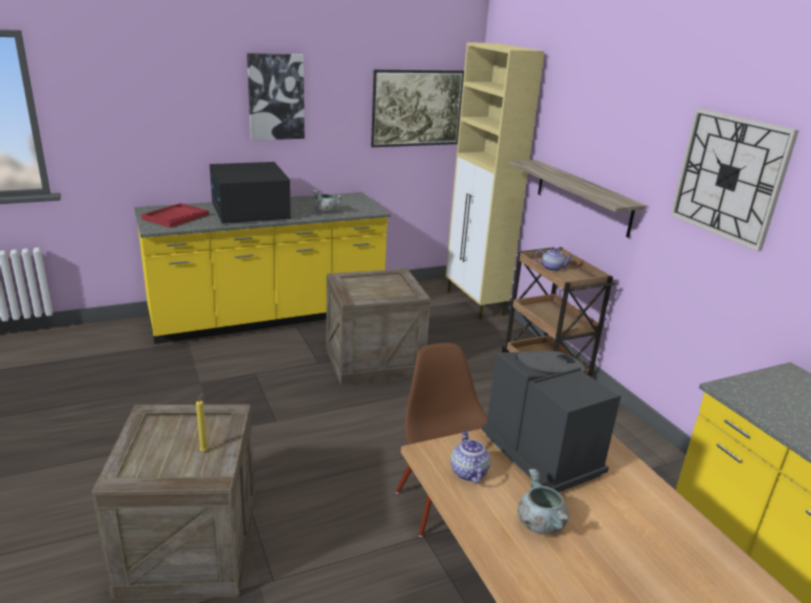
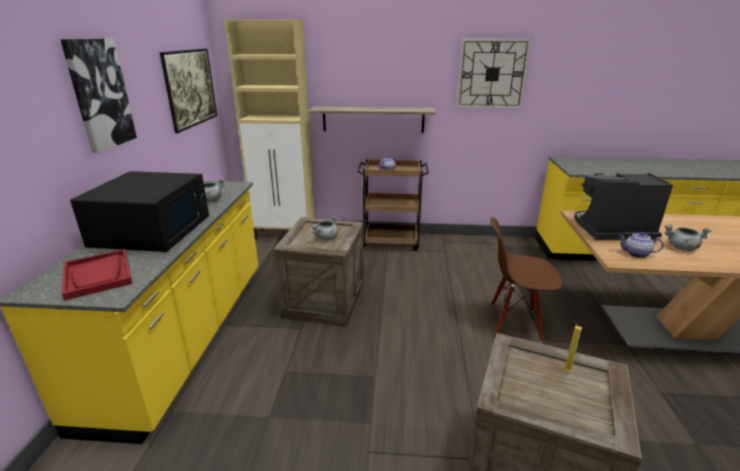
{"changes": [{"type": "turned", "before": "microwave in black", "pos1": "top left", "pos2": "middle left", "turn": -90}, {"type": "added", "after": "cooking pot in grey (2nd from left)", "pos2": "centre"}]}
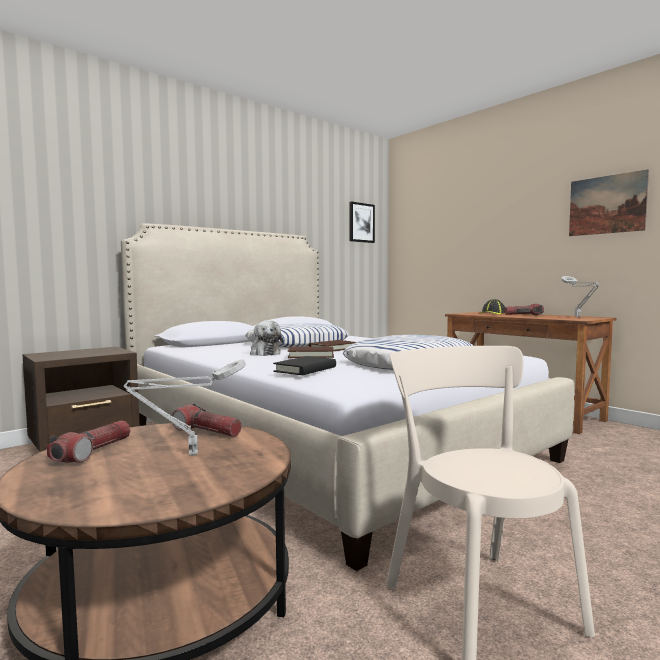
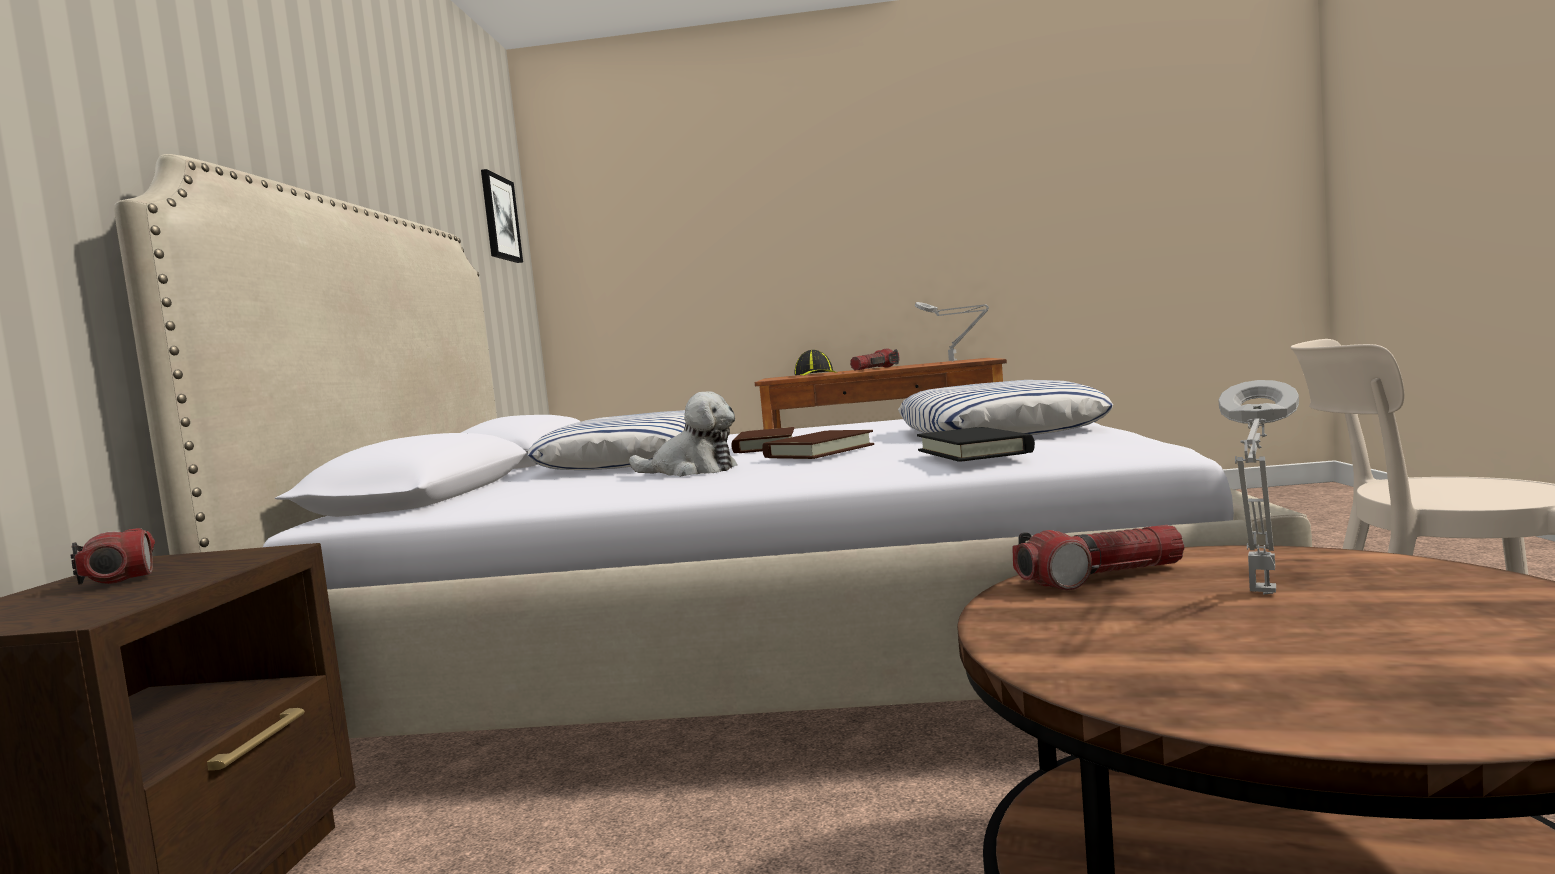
{"changes": [{"type": "moved", "before": "flashlight (1st from left)", "pos1": "bottom left", "pos2": "middle left"}, {"type": "removed", "before": "picture (2nd from left)", "pos1": "top right"}]}
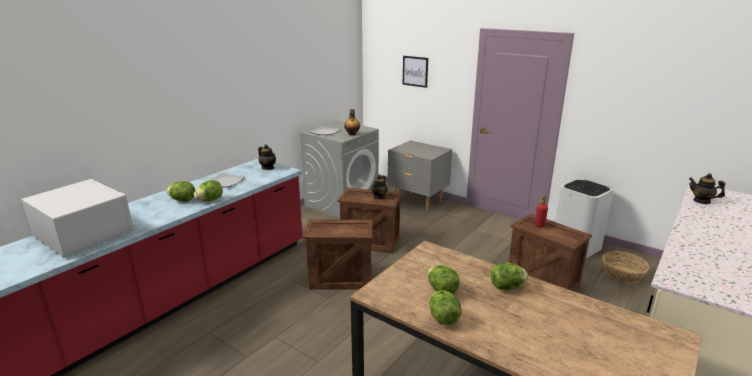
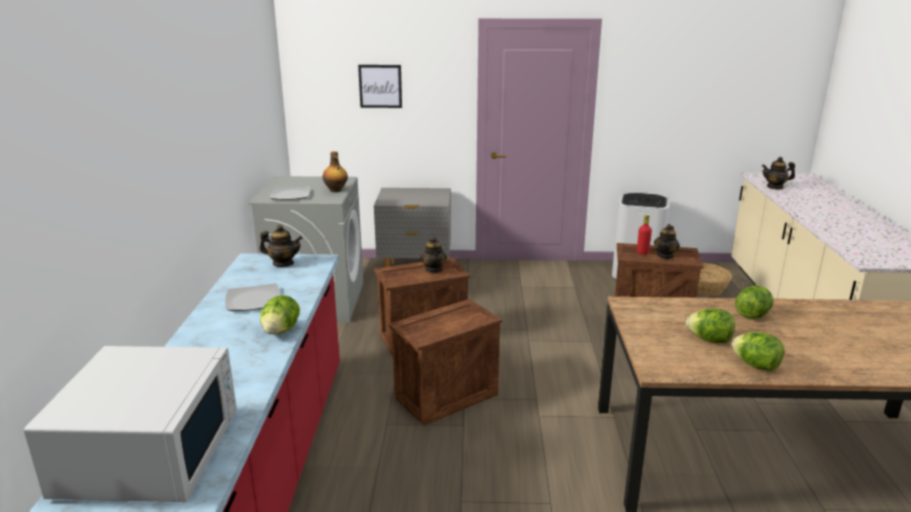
{"changes": [{"type": "turned", "before": "microwave in white", "pos1": "middle left", "pos2": "bottom left", "turn": 90}, {"type": "added", "after": "teapot (3rd from left)", "pos2": "middle right"}, {"type": "removed", "before": "lettuce (1st from left)", "pos1": "middle left"}]}
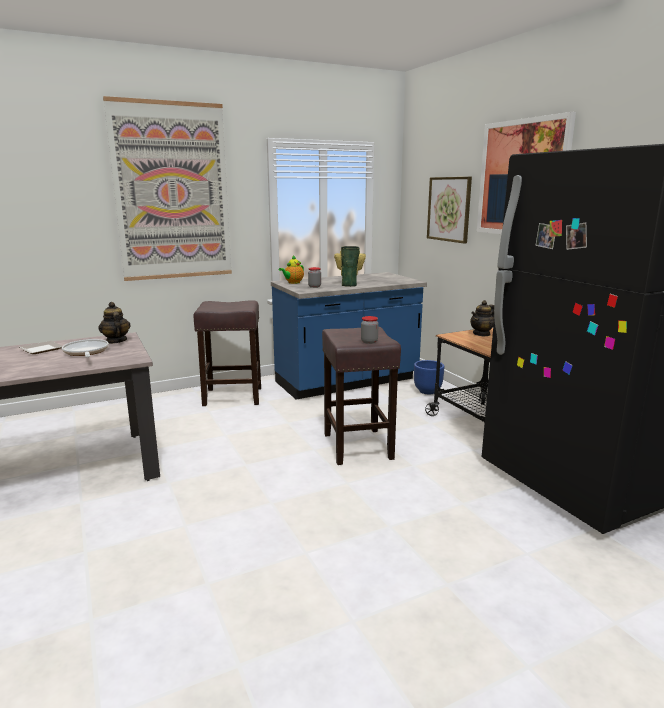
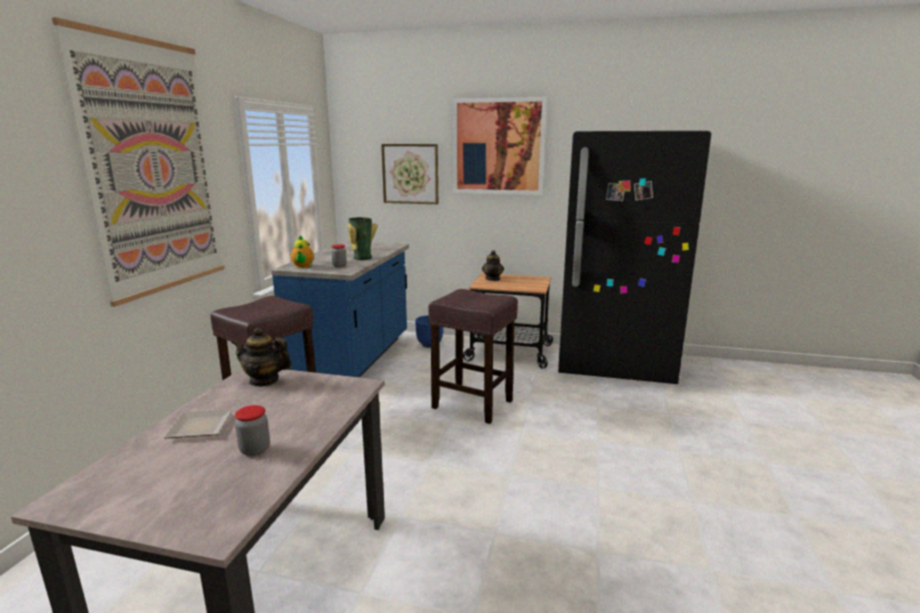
{"changes": [{"type": "moved", "before": "jar (2nd from left in the first image)", "after": "jar (1st from left)", "pos1": "centre", "pos2": "bottom left"}, {"type": "removed", "before": "frying pan", "pos1": "middle left"}]}
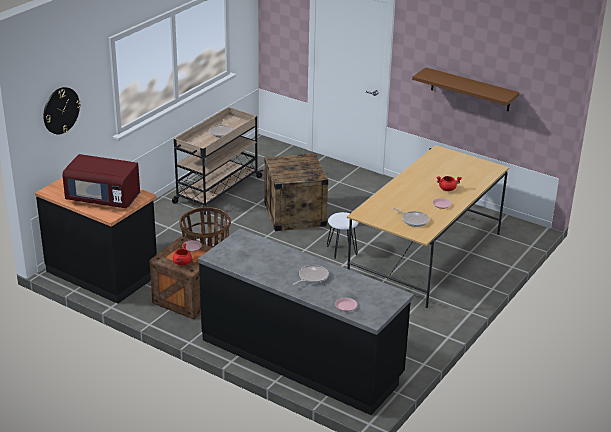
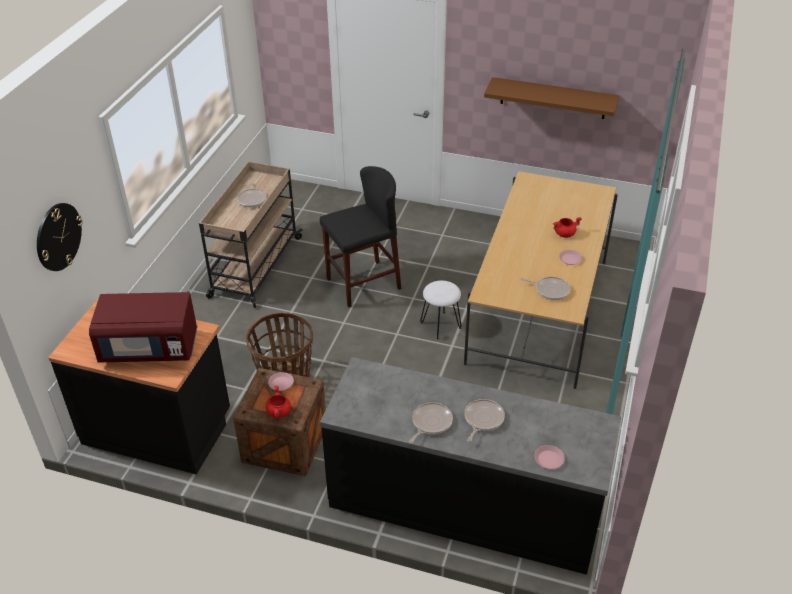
{"changes": [{"type": "replaced", "before": "crate (2nd from left)", "after": "stool in black", "pos1": "centre", "pos2": "centre"}, {"type": "added", "after": "frying pan (2nd from left)", "pos2": "bottom centre"}]}
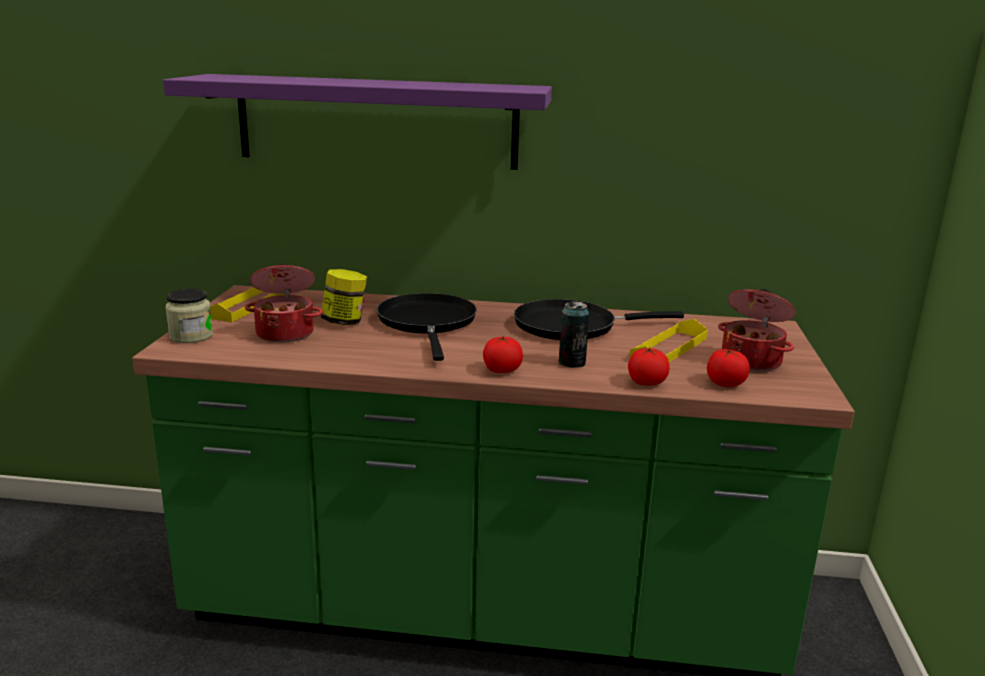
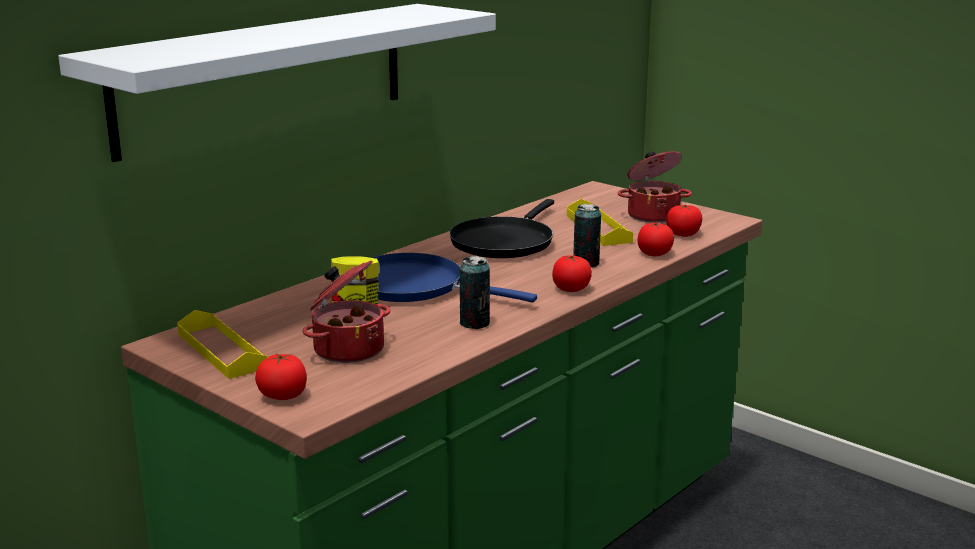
{"changes": [{"type": "recoloured", "before": "shelf in purple", "after": "shelf in white", "pos1": "top centre", "pos2": "top left"}, {"type": "replaced", "before": "jar (1st from left)", "after": "tomato (1st from left)", "pos1": "middle left", "pos2": "bottom left"}, {"type": "recoloured", "before": "frying pan in black (1st from left)", "after": "frying pan in blue", "pos1": "centre", "pos2": "centre"}, {"type": "added", "after": "can (1st from left)", "pos2": "centre"}]}
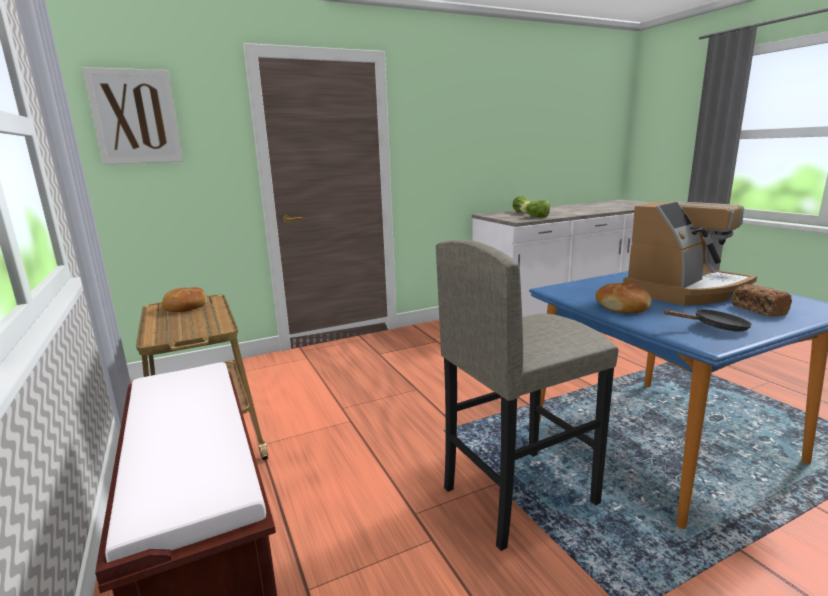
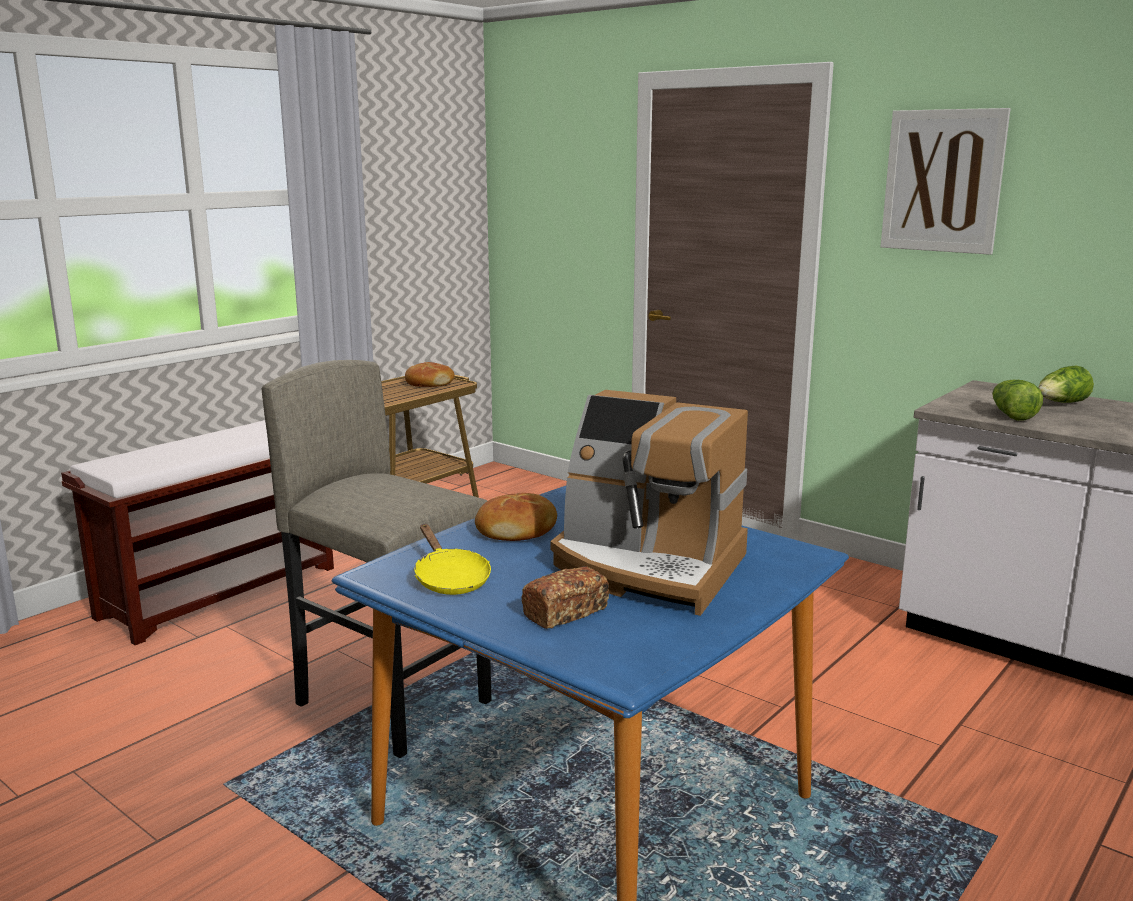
{"changes": [{"type": "recoloured", "before": "frying pan in black", "after": "frying pan in yellow", "pos1": "middle right", "pos2": "centre"}, {"type": "moved", "before": "picture", "pos1": "top left", "pos2": "top right"}]}
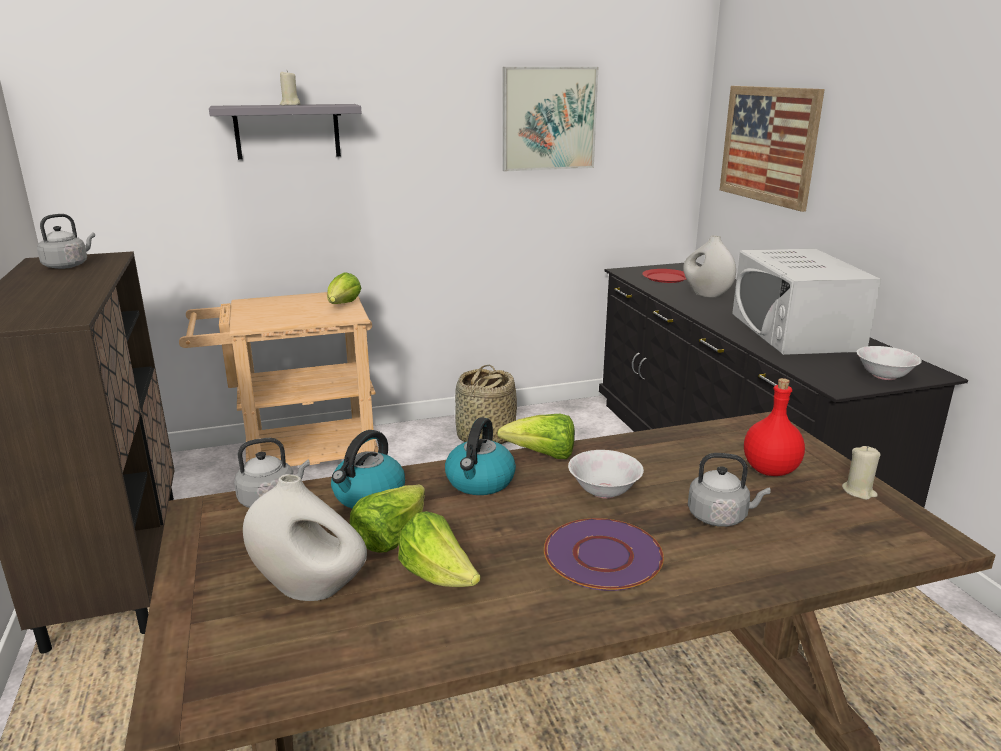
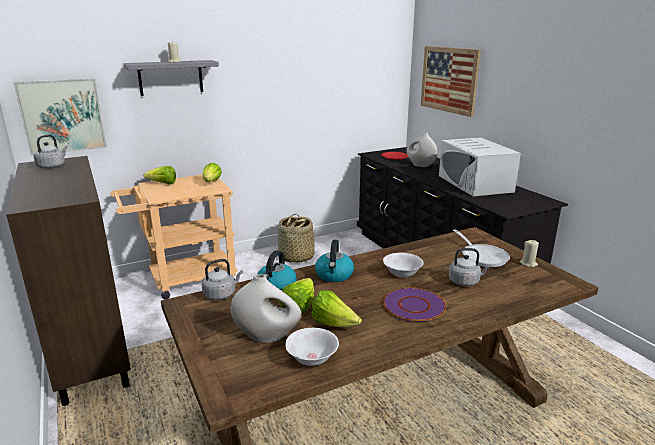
{"changes": [{"type": "moved", "before": "picture (1st from left)", "pos1": "top centre", "pos2": "top left"}, {"type": "moved", "before": "lettuce (4th from left in the first image)", "after": "lettuce (1st from left)", "pos1": "centre", "pos2": "middle left"}, {"type": "moved", "before": "bowl in white (2nd from left in the first image)", "after": "bowl in white (1st from left)", "pos1": "middle right", "pos2": "bottom centre"}, {"type": "replaced", "before": "bottle in red", "after": "frying pan", "pos1": "middle right", "pos2": "middle right"}]}
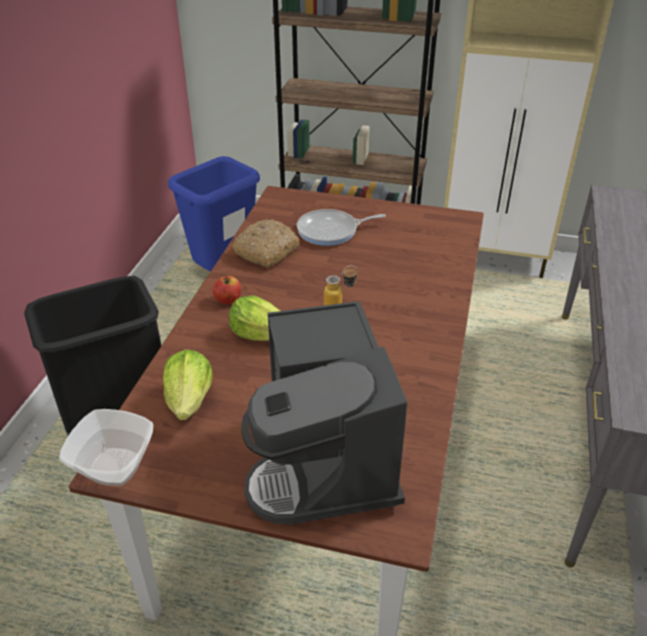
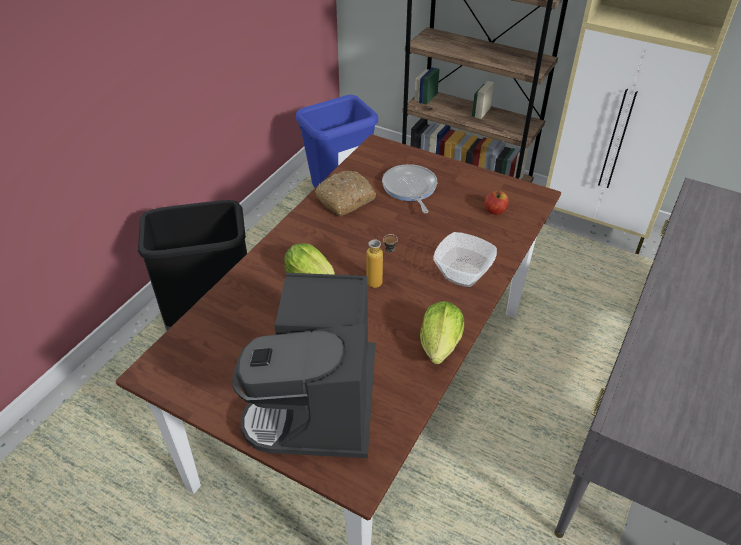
{"changes": [{"type": "turned", "before": "frying pan", "pos1": "centre", "pos2": "centre", "turn": 75}, {"type": "moved", "before": "lettuce (1st from left in the first image)", "after": "lettuce (2nd from left)", "pos1": "middle left", "pos2": "centre"}, {"type": "moved", "before": "bowl", "pos1": "bottom left", "pos2": "centre"}, {"type": "moved", "before": "apple", "pos1": "centre", "pos2": "middle right"}]}
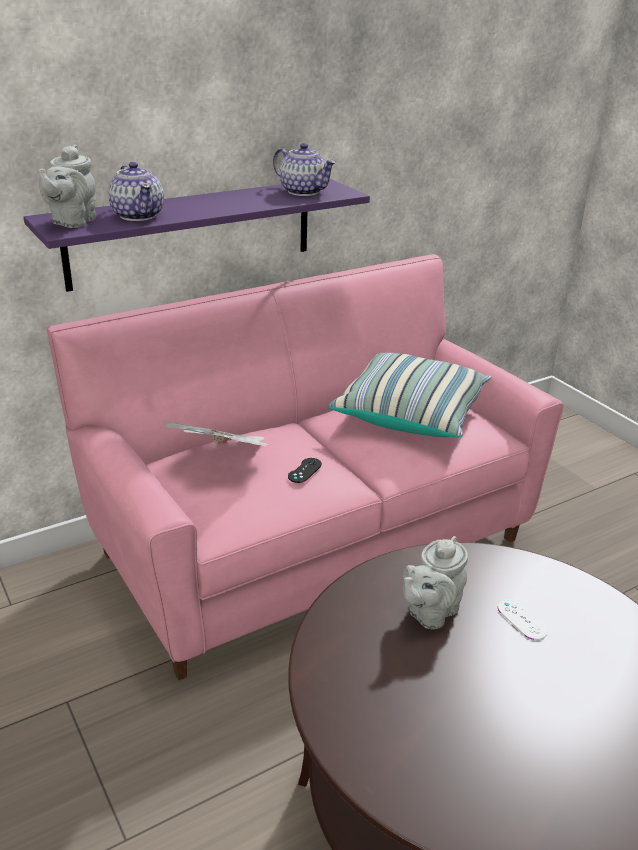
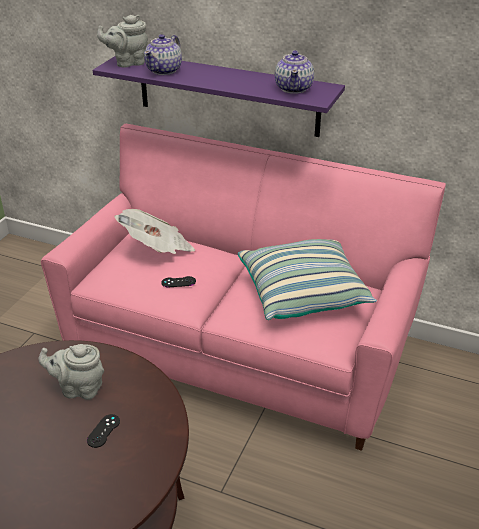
{"changes": [{"type": "recoloured", "before": "game controller in white", "after": "game controller in black (1st from left)", "pos1": "bottom right", "pos2": "bottom left"}]}
